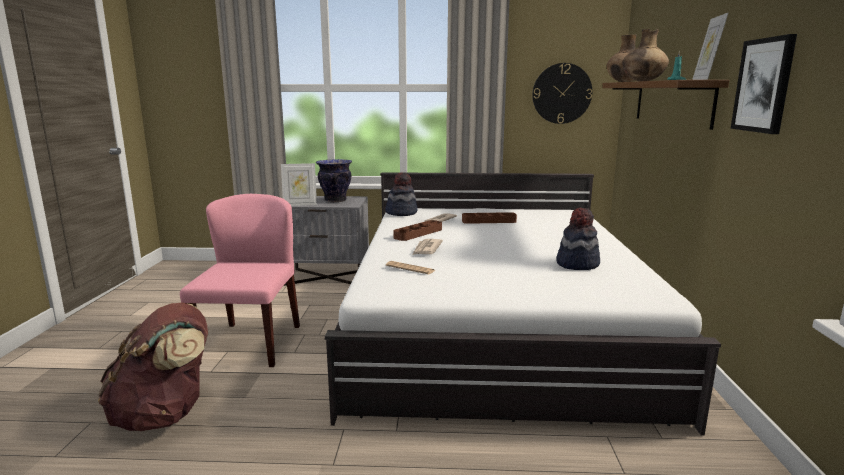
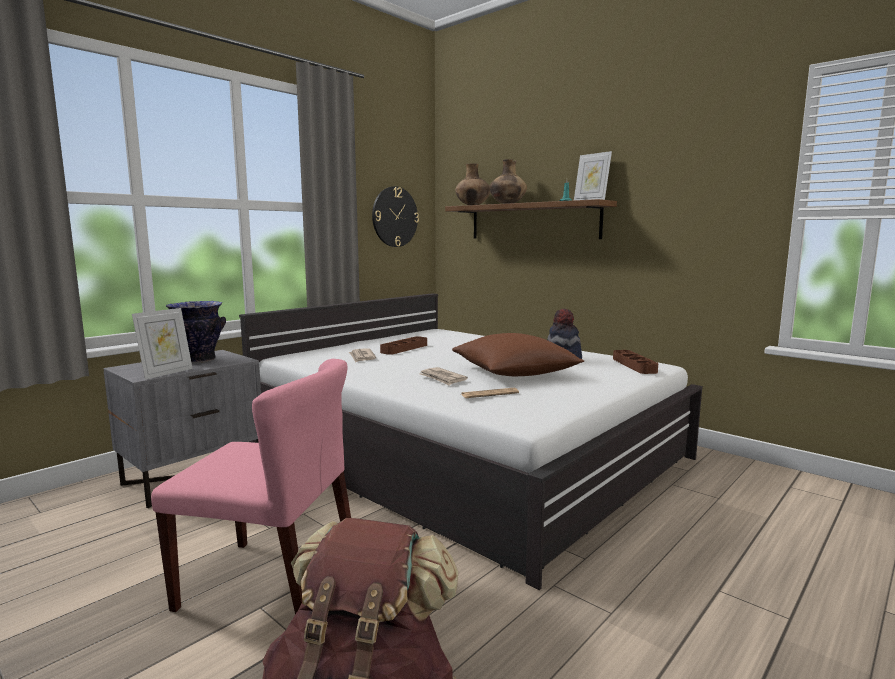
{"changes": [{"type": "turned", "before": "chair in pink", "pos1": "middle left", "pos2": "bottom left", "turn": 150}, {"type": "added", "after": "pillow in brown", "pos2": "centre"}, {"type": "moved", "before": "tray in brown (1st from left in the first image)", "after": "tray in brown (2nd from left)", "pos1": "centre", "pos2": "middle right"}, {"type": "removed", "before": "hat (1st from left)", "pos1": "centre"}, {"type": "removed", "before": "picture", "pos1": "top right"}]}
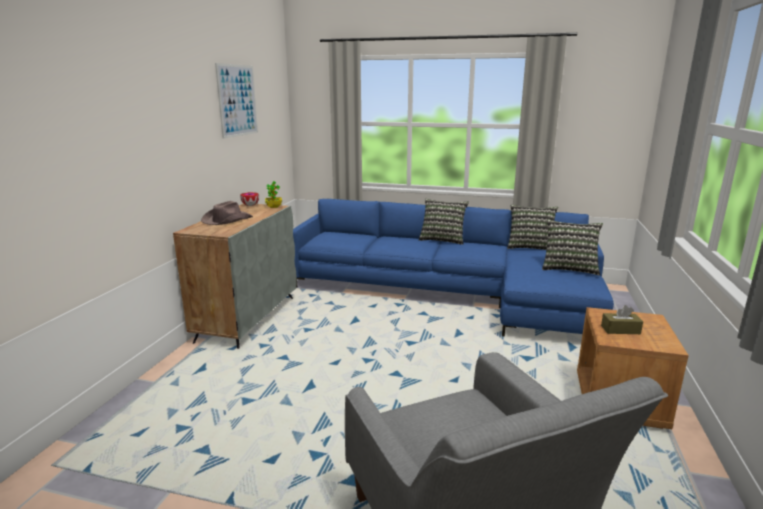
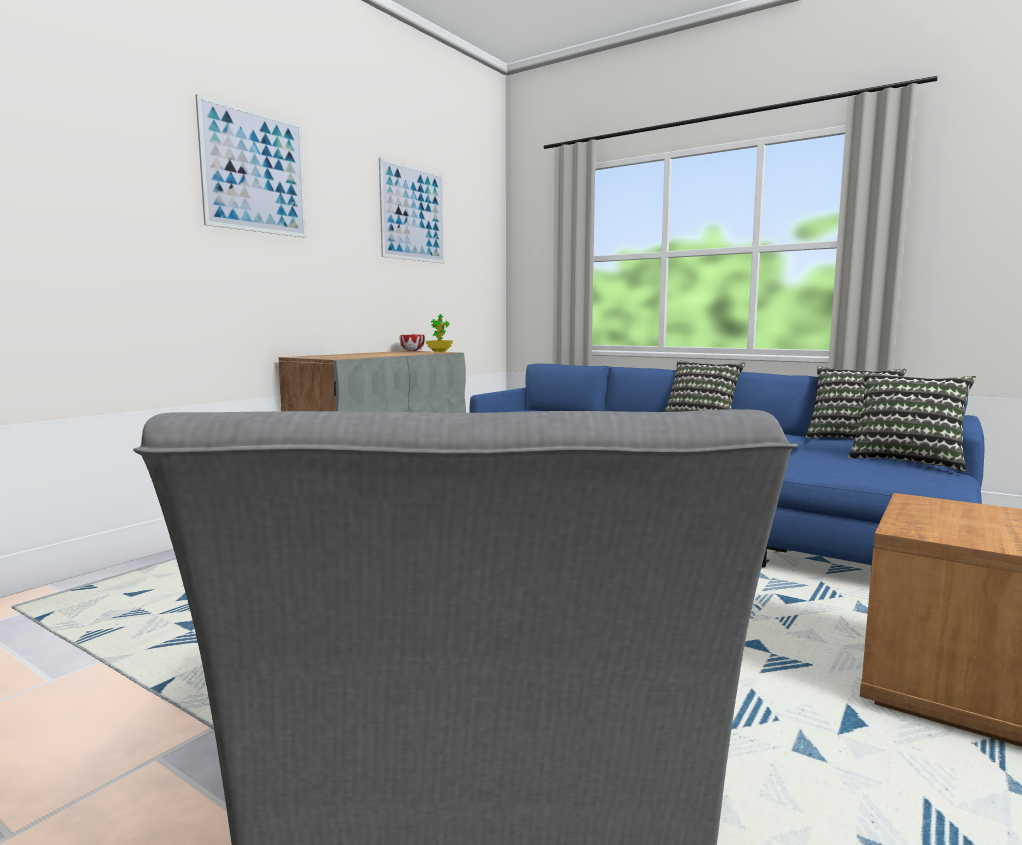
{"changes": [{"type": "added", "after": "picture (1st from left)", "pos2": "top left"}, {"type": "removed", "before": "hat in brown", "pos1": "middle left"}, {"type": "removed", "before": "tissue box in brown", "pos1": "middle right"}]}
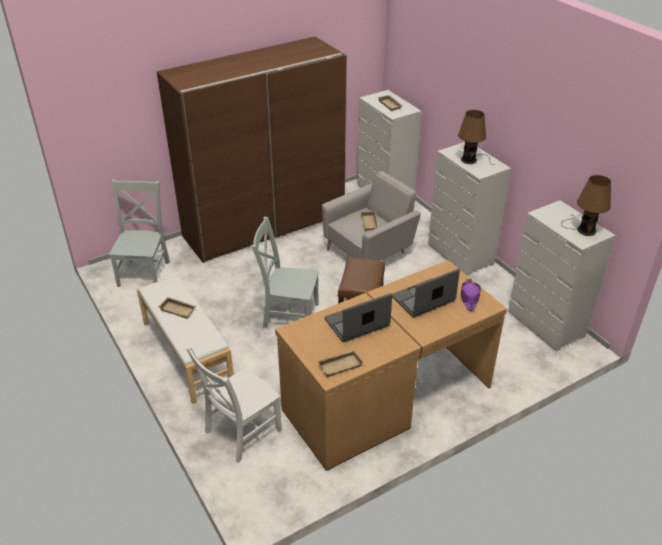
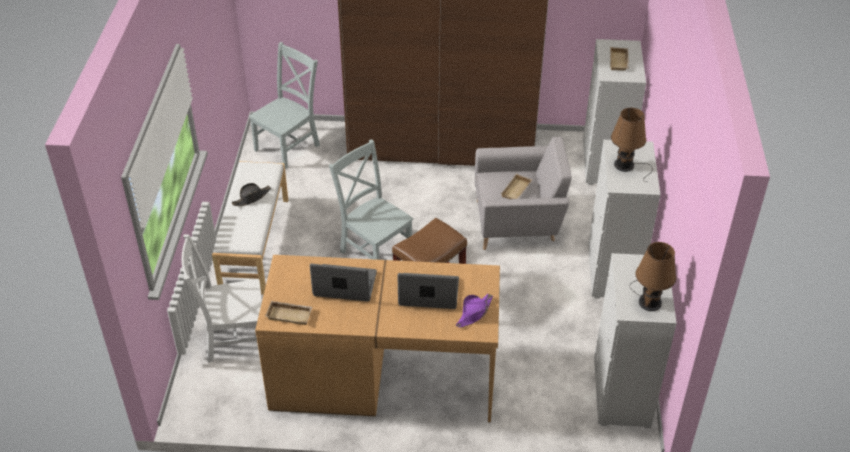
{"changes": [{"type": "replaced", "before": "tray in beige (1st from left)", "after": "hat in black", "pos1": "middle left", "pos2": "middle left"}]}
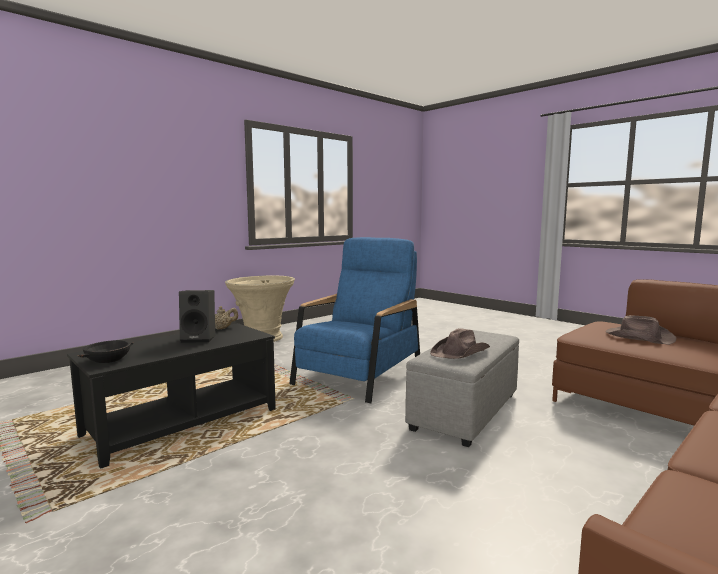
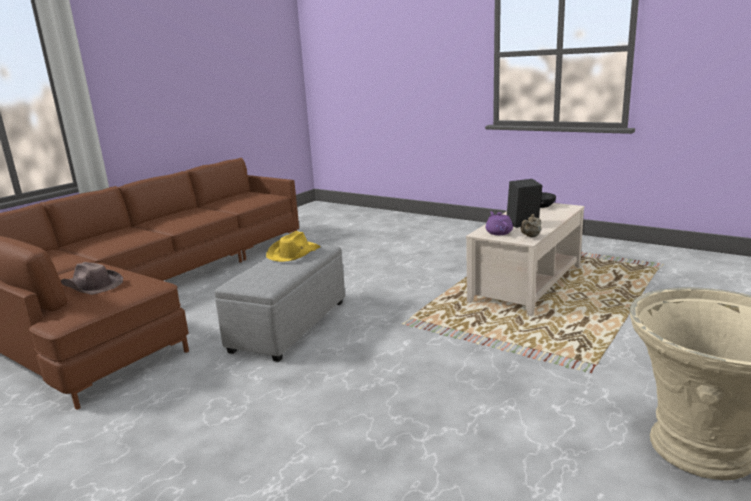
{"changes": [{"type": "recoloured", "before": "hat in brown (1st from left)", "after": "hat in yellow", "pos1": "centre", "pos2": "centre"}, {"type": "recoloured", "before": "coffee table in black", "after": "coffee table in beige", "pos1": "bottom left", "pos2": "middle right"}, {"type": "added", "after": "teapot in purple", "pos2": "centre"}, {"type": "removed", "before": "armchair in blue", "pos1": "centre"}]}
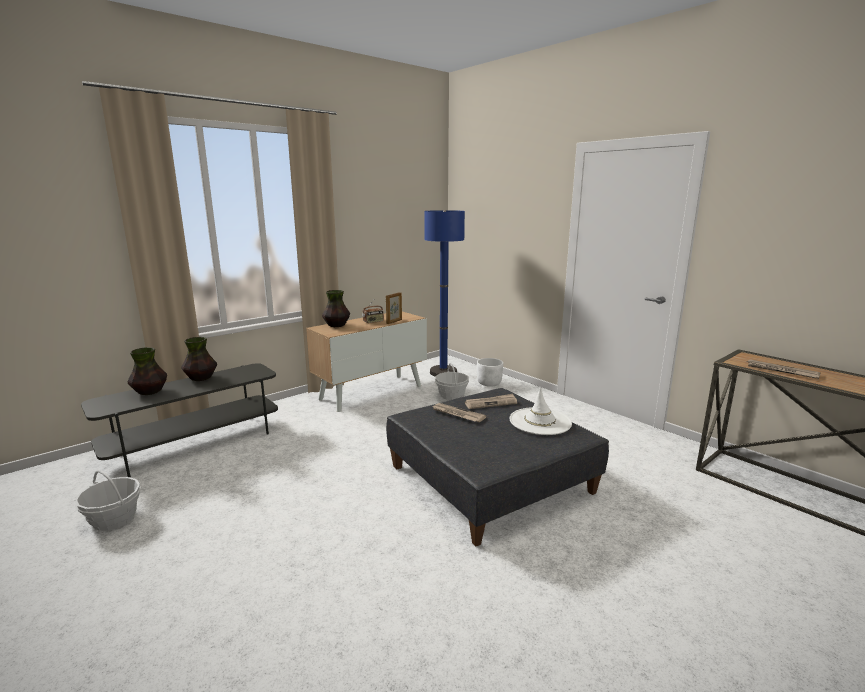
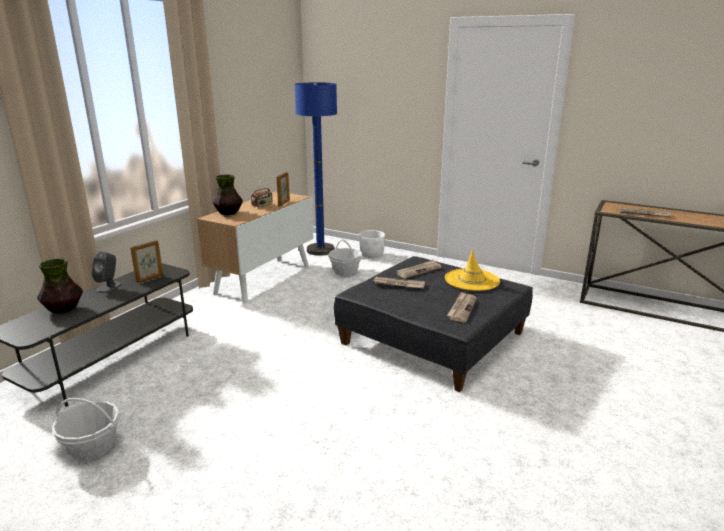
{"changes": [{"type": "replaced", "before": "vase (2nd from left)", "after": "speaker in grey", "pos1": "middle left", "pos2": "middle left"}, {"type": "added", "after": "picture frame (1st from left)", "pos2": "middle left"}, {"type": "recoloured", "before": "hat in white", "after": "hat in yellow", "pos1": "centre", "pos2": "centre"}, {"type": "added", "after": "newspaper (3rd from left)", "pos2": "centre"}]}
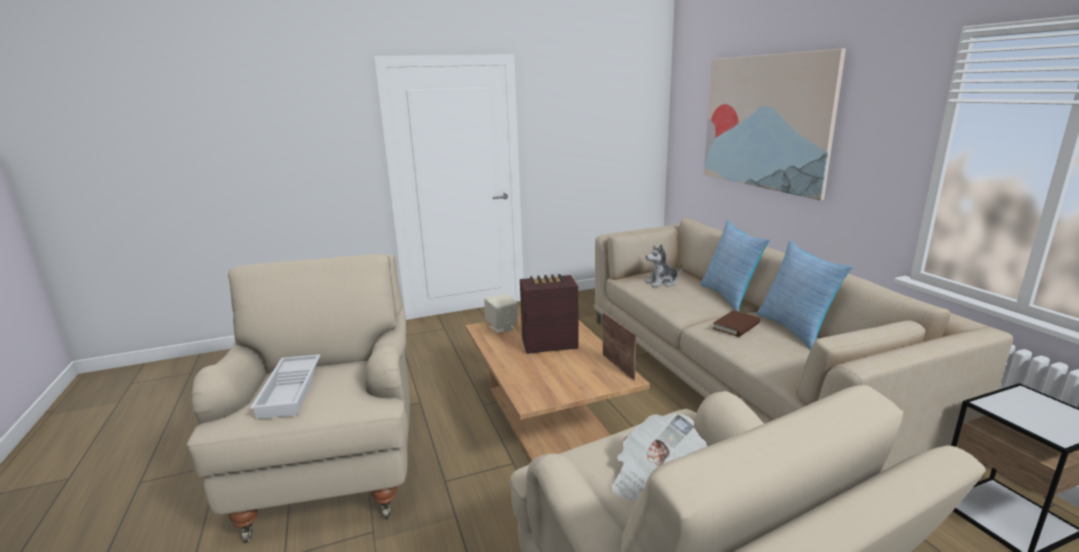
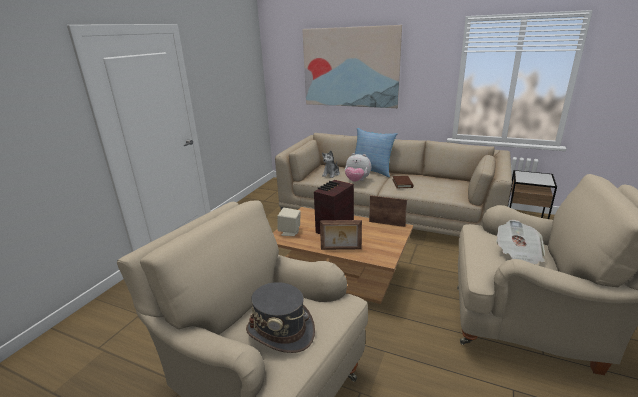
{"changes": [{"type": "replaced", "before": "tray in white", "after": "hat in grey", "pos1": "bottom left", "pos2": "bottom centre"}, {"type": "added", "after": "picture frame (1st from left)", "pos2": "centre"}, {"type": "added", "after": "plush toy (2nd from left)", "pos2": "centre"}, {"type": "removed", "before": "pillow (2nd from left)", "pos1": "middle right"}]}
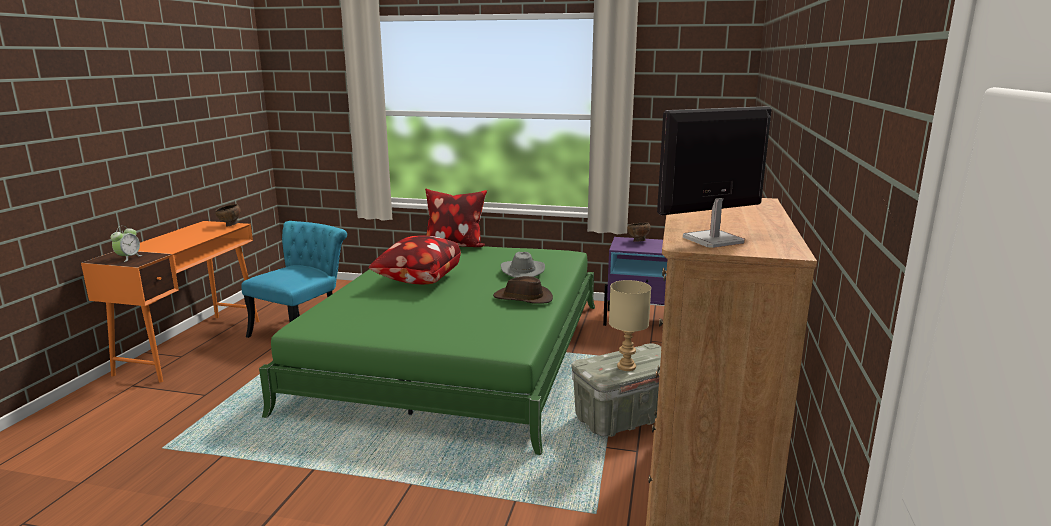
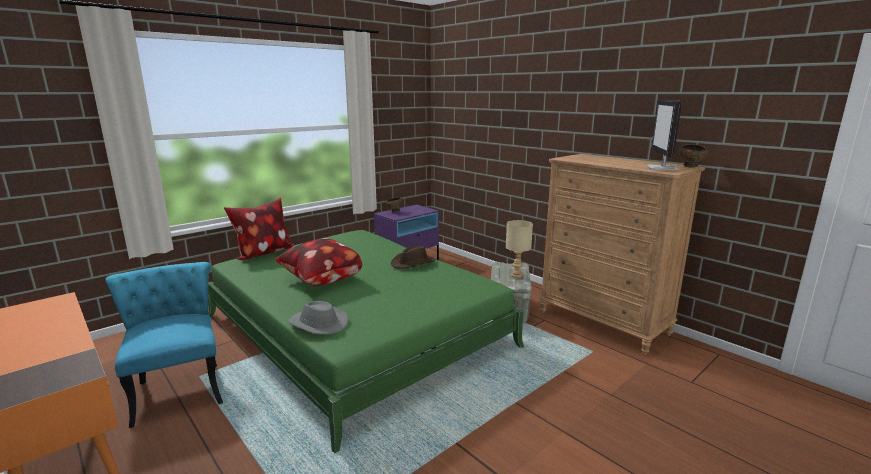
{"changes": [{"type": "moved", "before": "hat in grey", "pos1": "centre", "pos2": "bottom centre"}, {"type": "moved", "before": "bowl in brown (1st from left in the first image)", "after": "bowl in brown (2nd from left)", "pos1": "middle left", "pos2": "top right"}, {"type": "removed", "before": "alarm clock", "pos1": "middle left"}]}
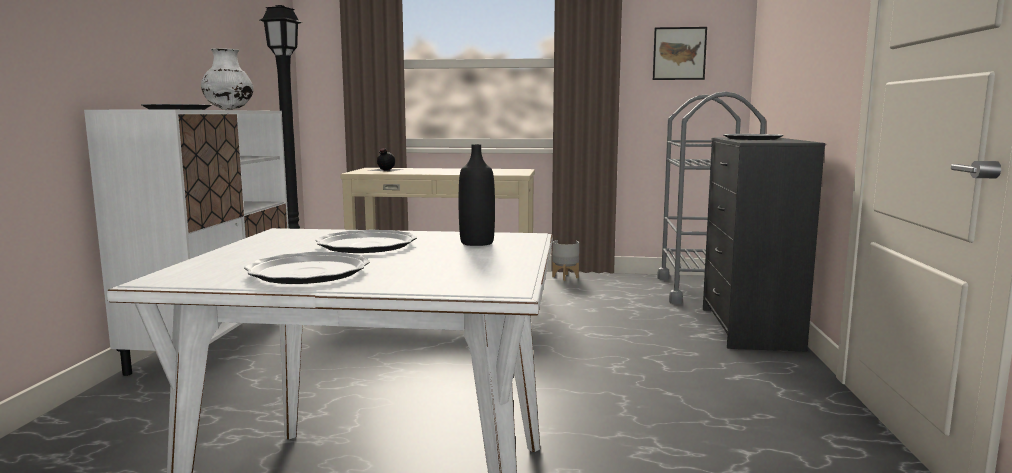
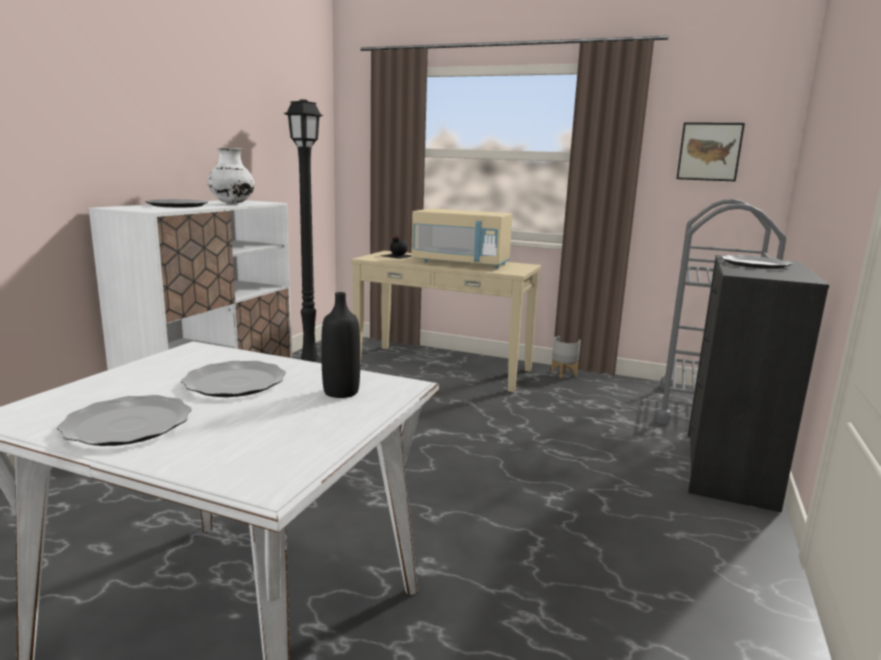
{"changes": [{"type": "added", "after": "microwave in beige", "pos2": "centre"}]}
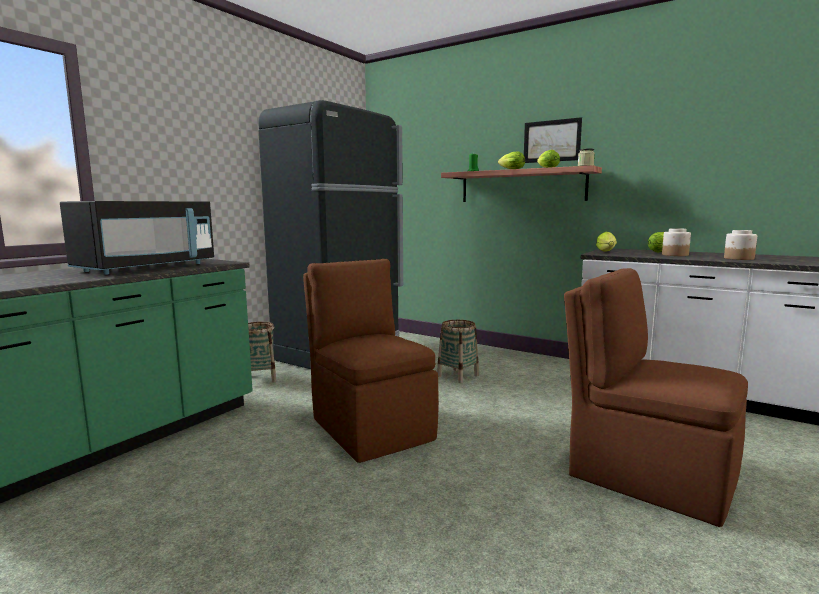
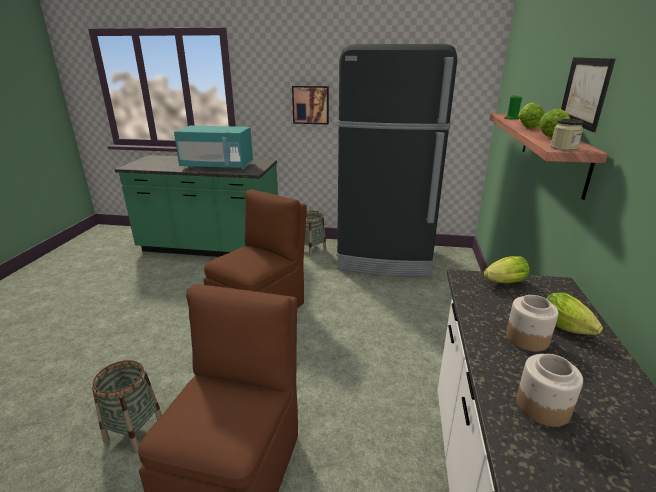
{"changes": [{"type": "moved", "before": "basket (2nd from left in the first image)", "after": "basket (1st from left)", "pos1": "centre", "pos2": "bottom left"}, {"type": "recoloured", "before": "microwave in black", "after": "microwave in turquoise", "pos1": "middle left", "pos2": "top left"}, {"type": "added", "after": "picture (1st from left)", "pos2": "top centre"}]}
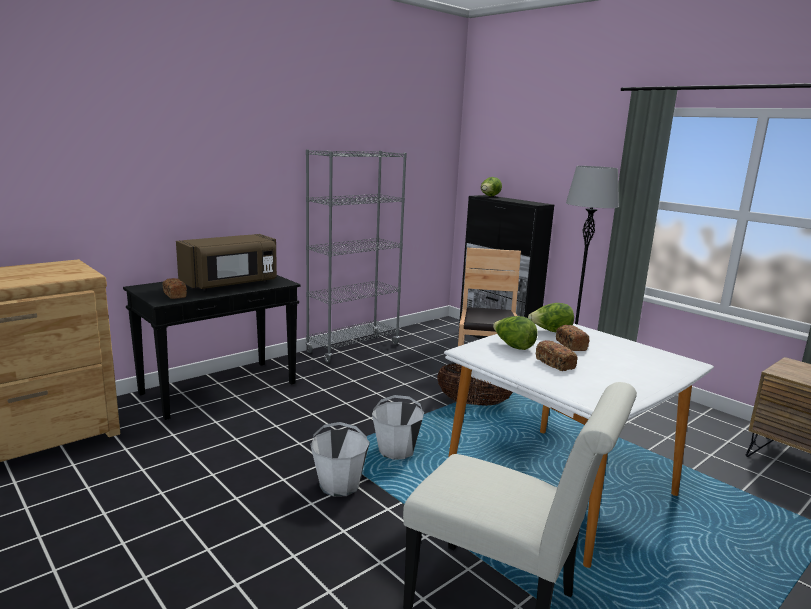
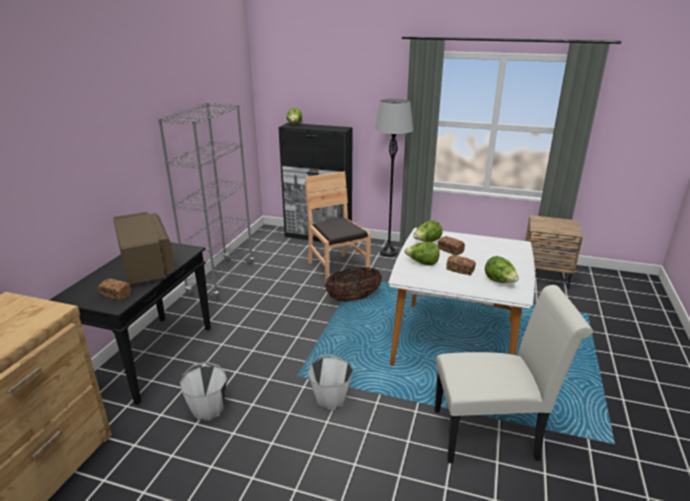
{"changes": [{"type": "turned", "before": "microwave in brown", "pos1": "middle left", "pos2": "middle left", "turn": -45}, {"type": "moved", "before": "bucket in white (2nd from left in the first image)", "after": "bucket in white (1st from left)", "pos1": "bottom centre", "pos2": "bottom left"}, {"type": "added", "after": "lettuce (4th from left)", "pos2": "middle right"}]}
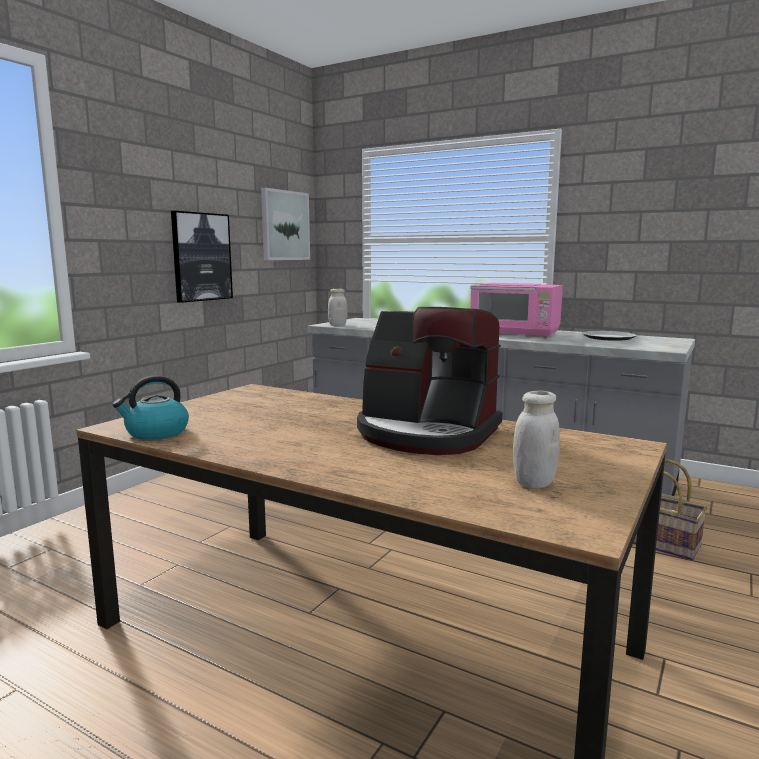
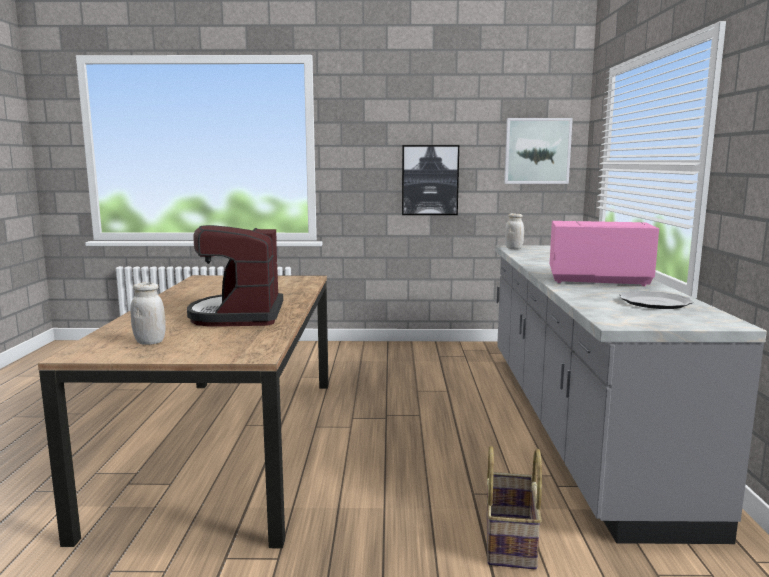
{"changes": [{"type": "turned", "before": "microwave in pink", "pos1": "middle right", "pos2": "middle right", "turn": 105}, {"type": "removed", "before": "kettle", "pos1": "middle left"}]}
